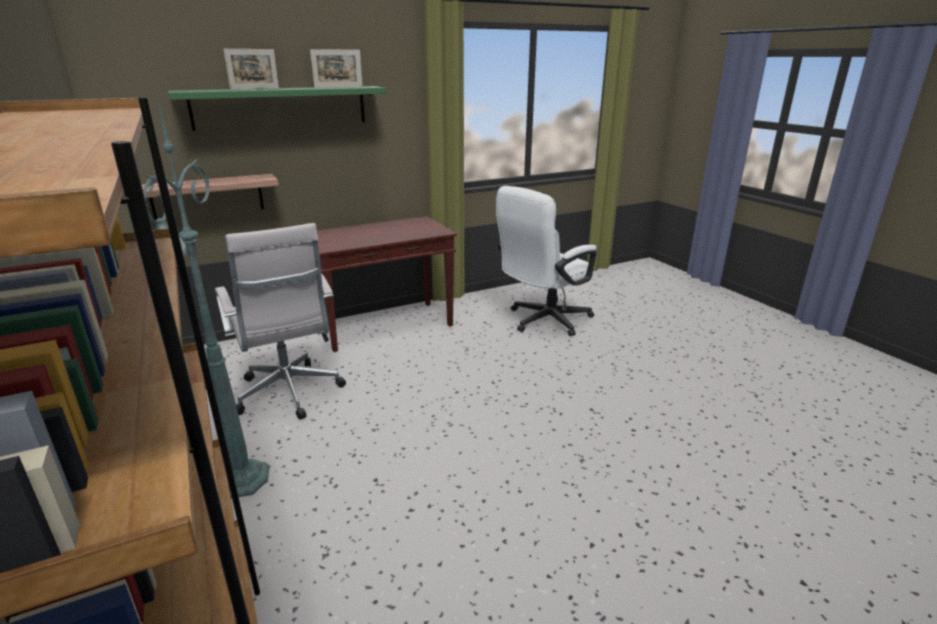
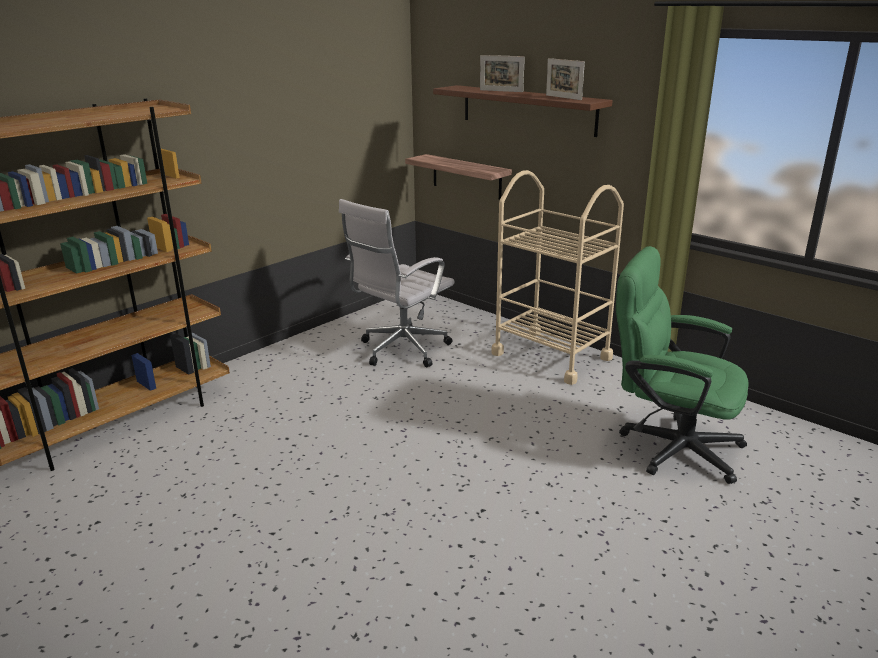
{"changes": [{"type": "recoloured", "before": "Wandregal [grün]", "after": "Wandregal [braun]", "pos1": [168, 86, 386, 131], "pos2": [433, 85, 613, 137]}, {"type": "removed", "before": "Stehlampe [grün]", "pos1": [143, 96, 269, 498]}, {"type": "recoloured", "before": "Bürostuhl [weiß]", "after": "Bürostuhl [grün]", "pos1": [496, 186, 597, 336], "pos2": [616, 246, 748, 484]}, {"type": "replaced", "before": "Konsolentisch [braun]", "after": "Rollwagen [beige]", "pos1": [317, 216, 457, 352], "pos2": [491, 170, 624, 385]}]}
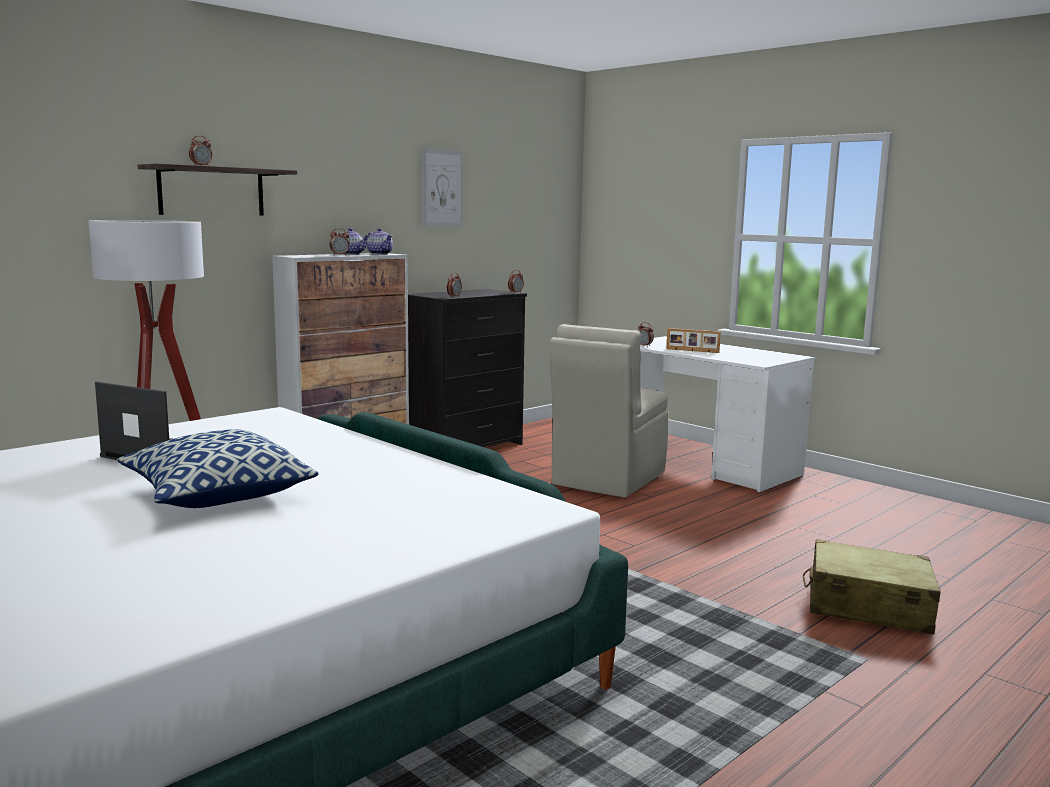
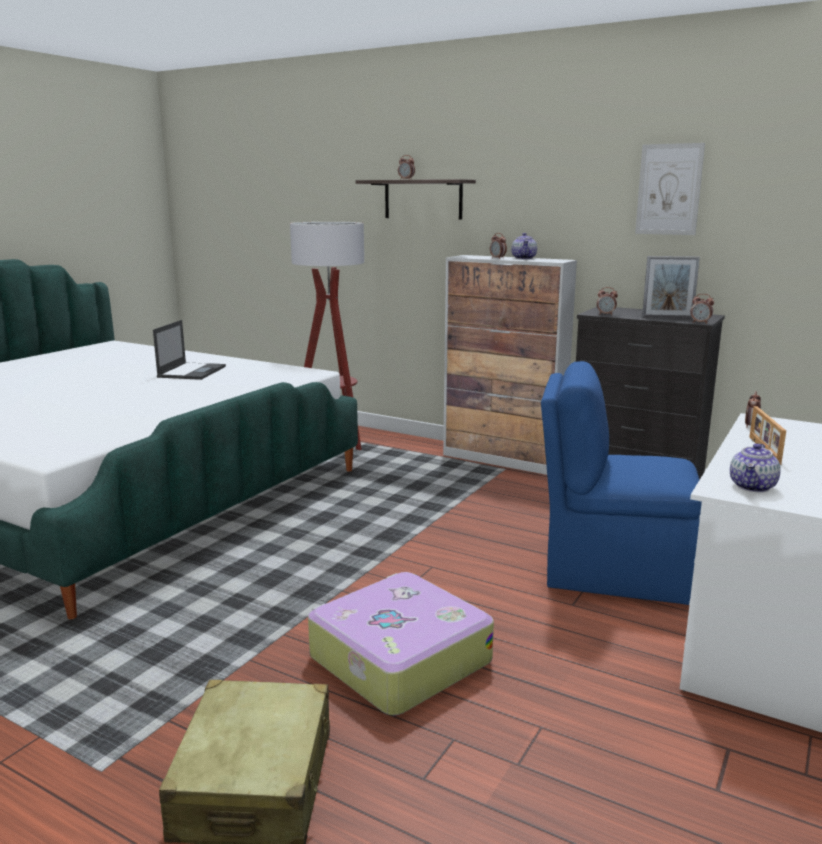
{"changes": [{"type": "moved", "before": "Teekanne", "pos1": [367, 228, 393, 254], "pos2": [730, 443, 781, 492]}, {"type": "recoloured", "before": "Stuhl [beige]", "after": "Stuhl [blau]", "pos1": [549, 324, 669, 498], "pos2": [541, 361, 702, 605]}, {"type": "removed", "before": "Kissen", "pos1": [117, 429, 319, 508]}, {"type": "added", "after": "Bilderrahmen", "pos2": [642, 256, 700, 318]}, {"type": "added", "after": "Koffer", "pos2": [308, 572, 494, 716]}]}
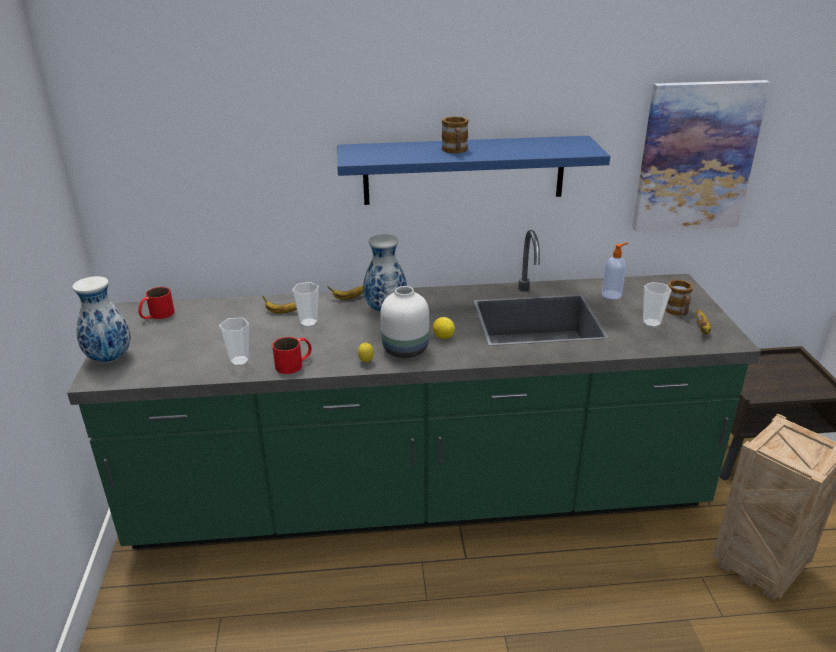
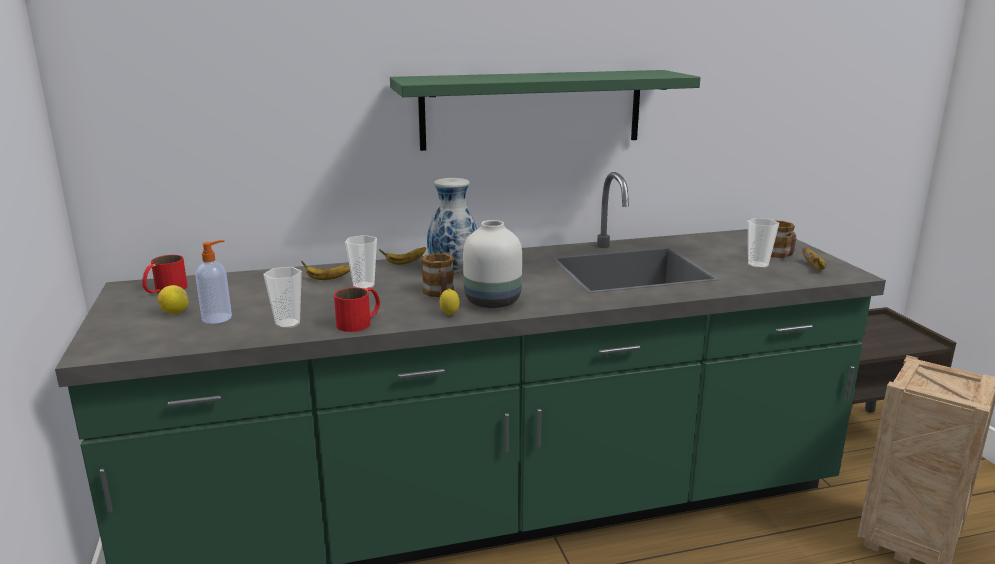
{"changes": [{"type": "removed", "before": "Bild", "pos1": [632, 80, 771, 232]}, {"type": "moved", "before": "Henkelbecher", "pos1": [442, 116, 469, 153], "pos2": [422, 253, 454, 297]}, {"type": "recoloured", "before": "Wandregal [blau]", "after": "Wandregal [grün]", "pos1": [337, 136, 610, 205], "pos2": [390, 70, 700, 151]}, {"type": "moved", "before": "Seifenspender", "pos1": [602, 243, 628, 299], "pos2": [196, 240, 232, 324]}, {"type": "removed", "before": "Vase", "pos1": [72, 276, 131, 363]}, {"type": "moved", "before": "Zitrone", "pos1": [433, 317, 455, 339], "pos2": [158, 285, 189, 314]}]}
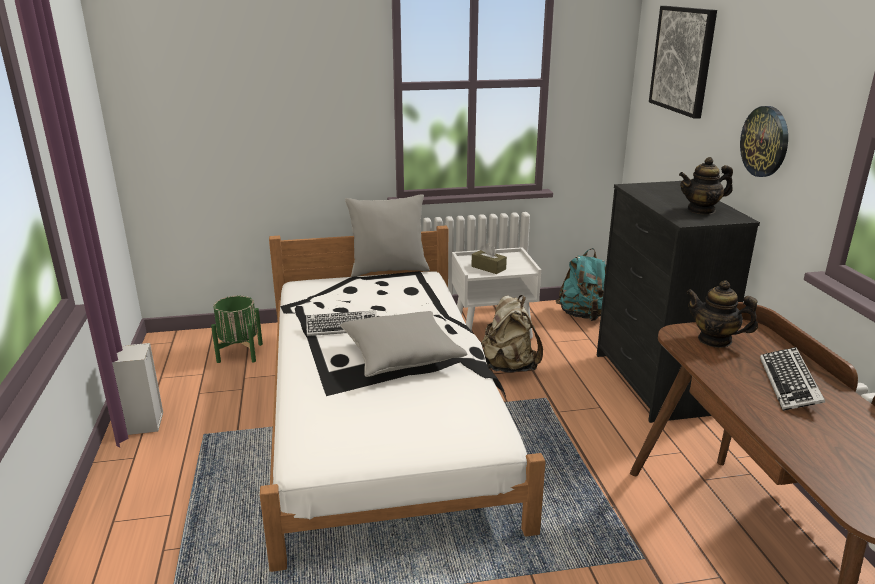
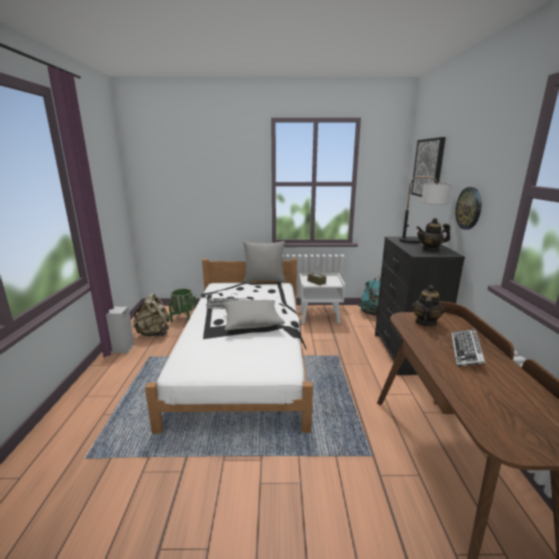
{"changes": [{"type": "turned", "before": "Teekanne", "pos1": [686, 280, 758, 348], "pos2": [412, 285, 445, 326], "turn": 75}, {"type": "moved", "before": "Rucksack [beige]", "pos1": [482, 295, 543, 372], "pos2": [132, 294, 170, 337]}, {"type": "added", "after": "Tischlampe", "pos2": [399, 176, 451, 243]}]}
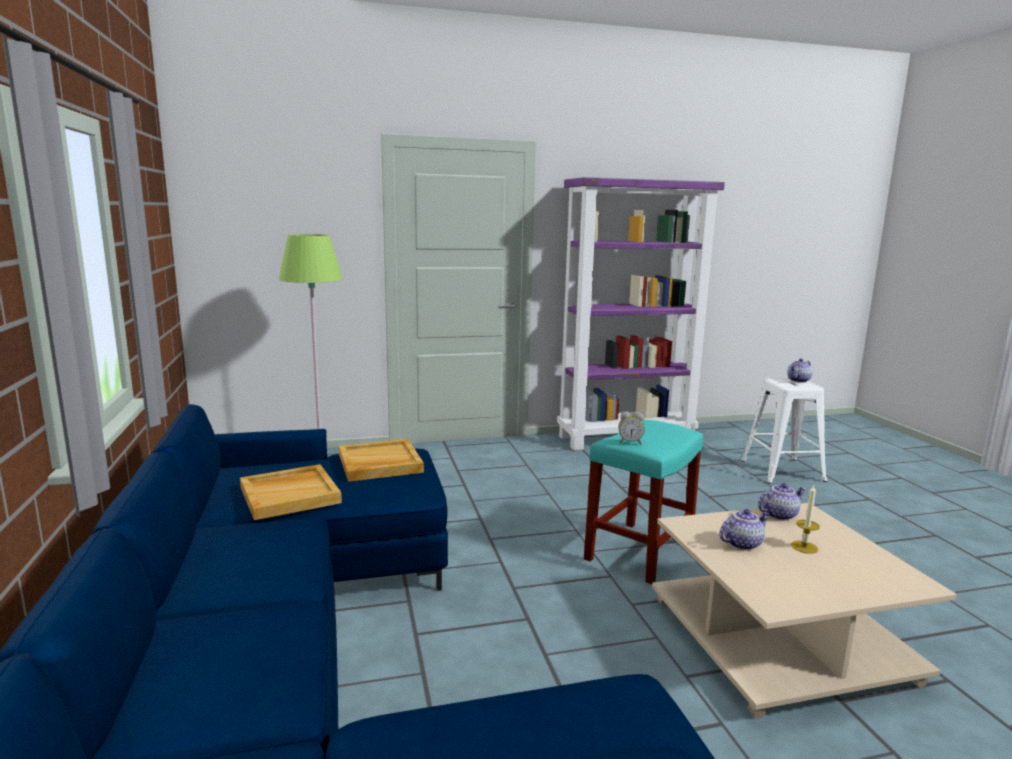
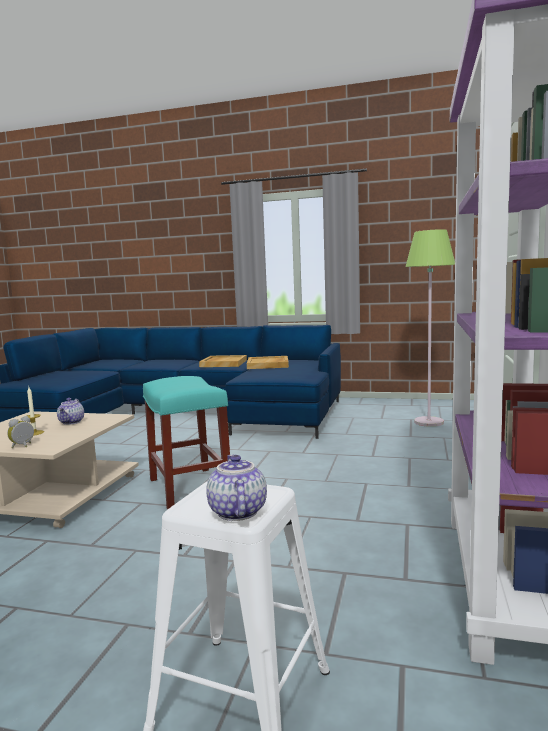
{"changes": [{"type": "moved", "before": "Wecker", "pos1": [619, 411, 645, 444], "pos2": [7, 416, 34, 448]}, {"type": "moved", "before": "Tablett [beige]", "pos1": [339, 439, 424, 482], "pos2": [199, 355, 247, 367]}, {"type": "removed", "before": "Teekanne", "pos1": [758, 483, 806, 520]}]}
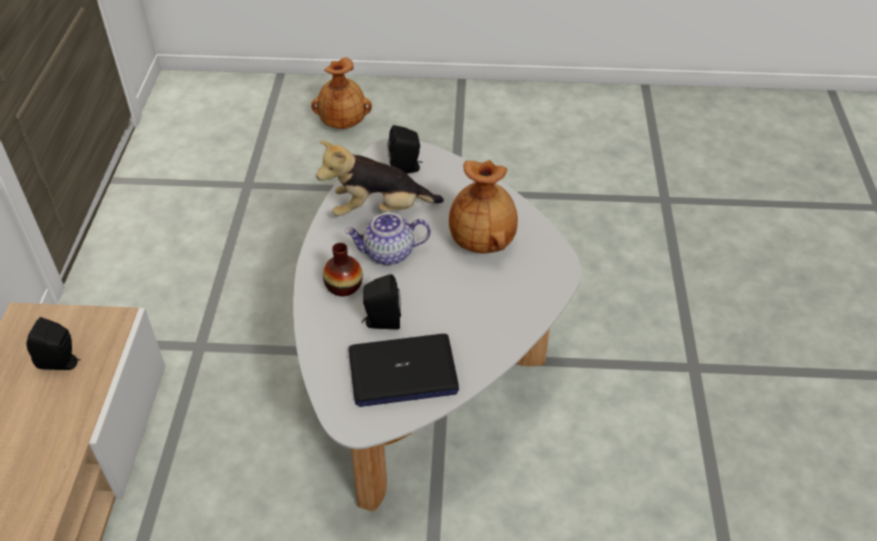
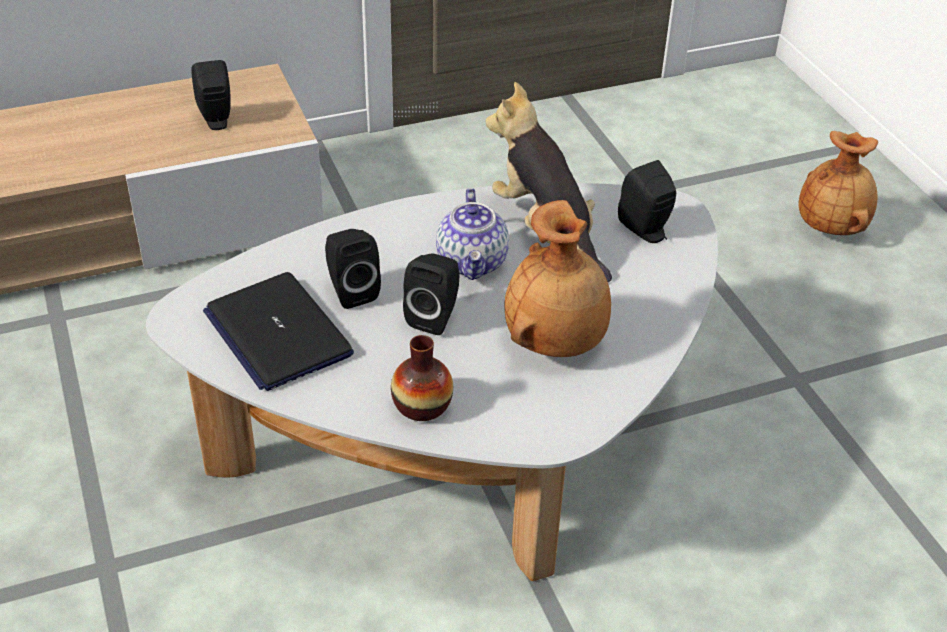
{"changes": [{"type": "turned", "before": "Teekanne", "pos1": [345, 213, 431, 265], "pos2": [436, 188, 509, 280], "turn": -150}, {"type": "moved", "before": "Vase", "pos1": [323, 243, 363, 296], "pos2": [391, 335, 453, 421]}, {"type": "added", "after": "Lautsprecher [schwarz]", "pos2": [403, 254, 460, 335]}]}
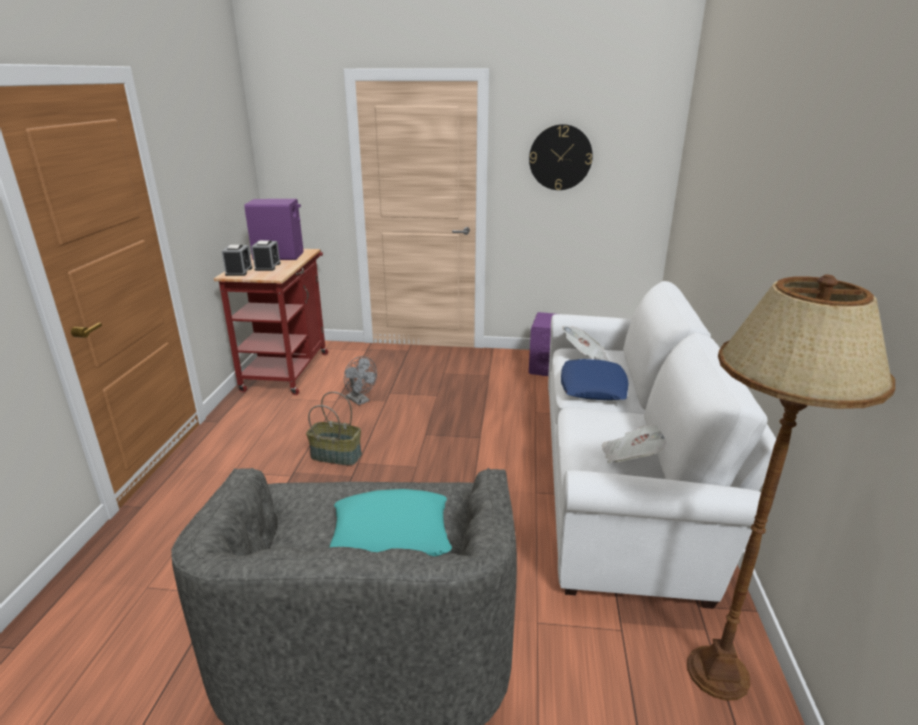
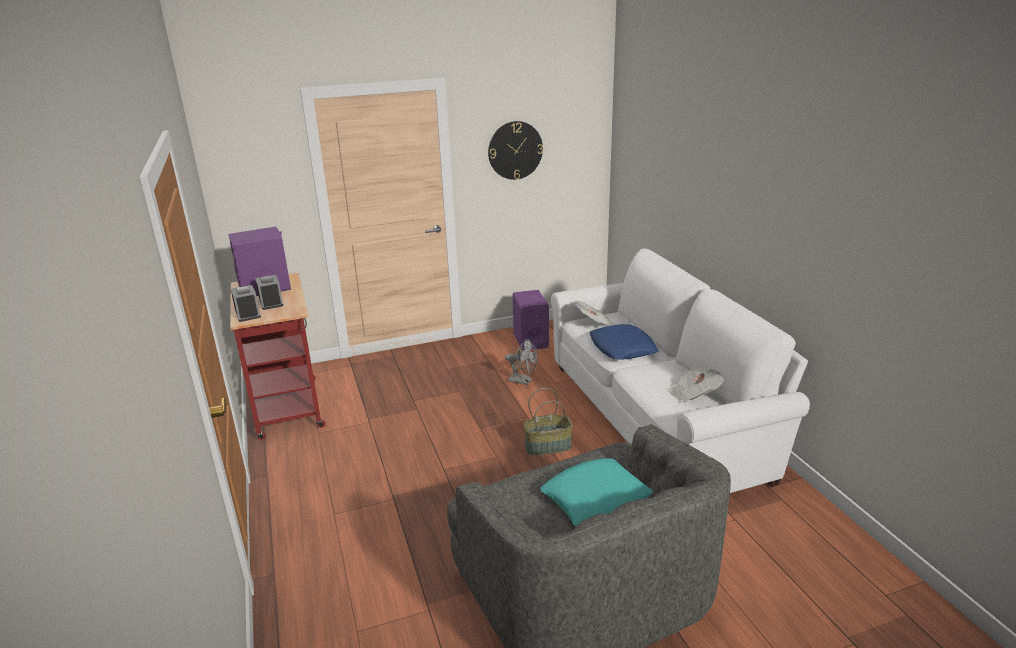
{"changes": [{"type": "removed", "before": "Stehlampe [braun]", "pos1": [687, 275, 895, 701]}, {"type": "moved", "before": "Ventilator [grau]", "pos1": [344, 356, 377, 405], "pos2": [505, 339, 538, 385]}, {"type": "moved", "before": "Korb", "pos1": [306, 392, 362, 466], "pos2": [523, 388, 573, 456]}]}
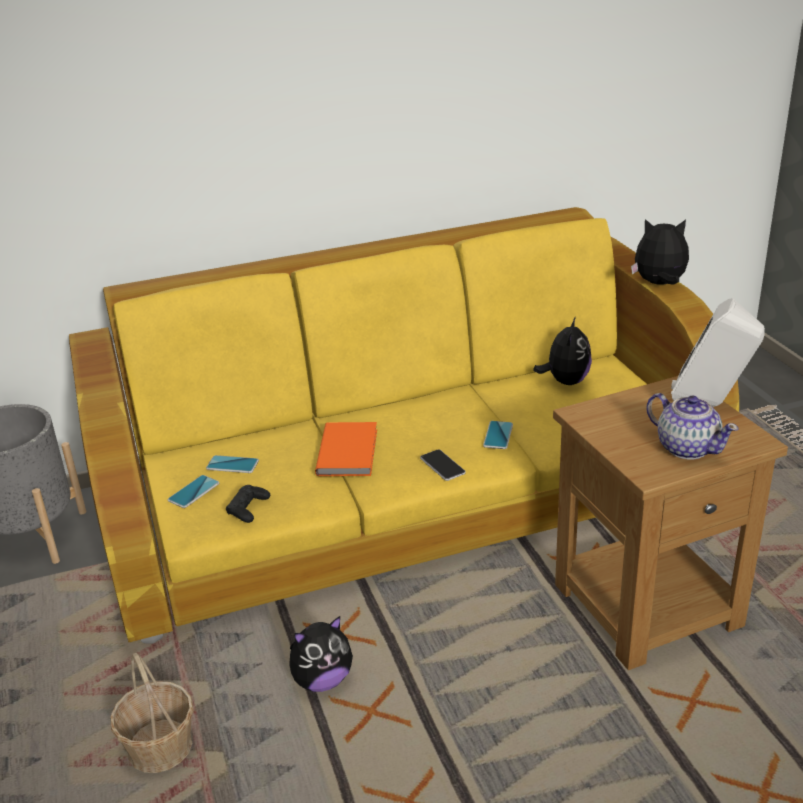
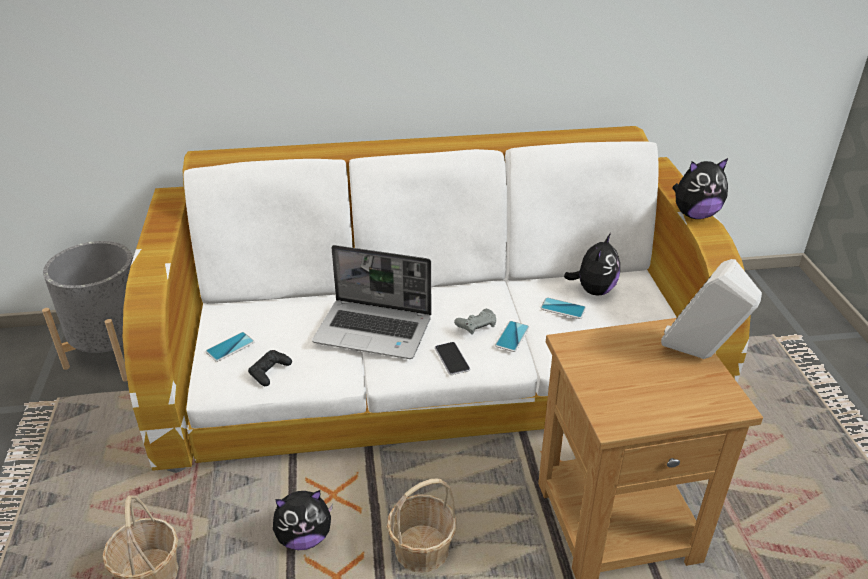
{"changes": [{"type": "recoloured", "before": "Sofa [gelb]", "after": "Sofa [weiß]", "pos1": [69, 207, 739, 644], "pos2": [123, 126, 751, 473]}, {"type": "turned", "before": "Plüschtier", "pos1": [631, 219, 689, 285], "pos2": [673, 158, 728, 219], "turn": 150}, {"type": "removed", "before": "Teekanne", "pos1": [646, 393, 739, 459]}, {"type": "replaced", "before": "Buch [orange]", "after": "Laptop", "pos1": [315, 422, 377, 476], "pos2": [312, 245, 431, 359]}, {"type": "moved", "before": "Handy", "pos1": [206, 455, 259, 473], "pos2": [540, 297, 586, 319]}, {"type": "added", "after": "Gamepad [grau]", "pos2": [454, 309, 496, 335]}, {"type": "added", "after": "Korb", "pos2": [387, 478, 457, 573]}]}
